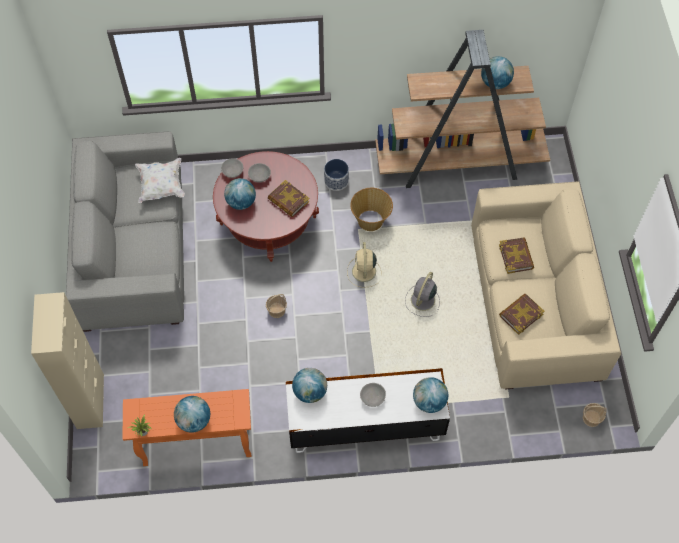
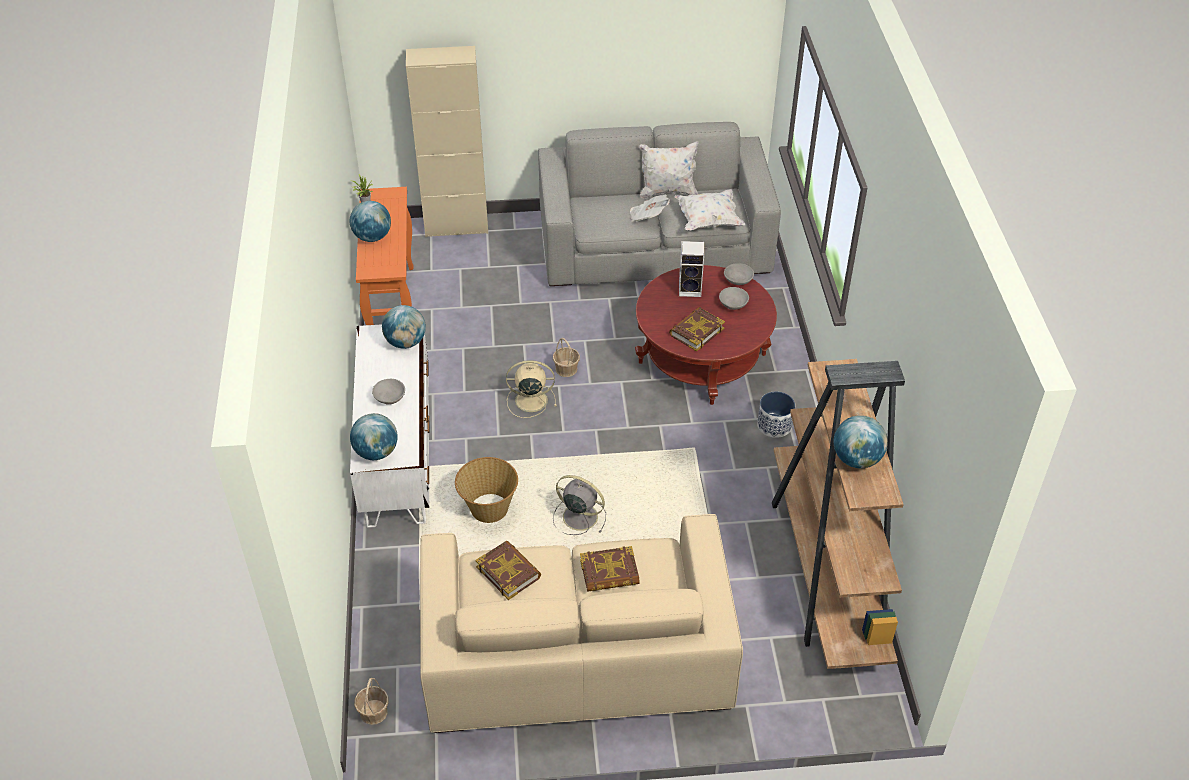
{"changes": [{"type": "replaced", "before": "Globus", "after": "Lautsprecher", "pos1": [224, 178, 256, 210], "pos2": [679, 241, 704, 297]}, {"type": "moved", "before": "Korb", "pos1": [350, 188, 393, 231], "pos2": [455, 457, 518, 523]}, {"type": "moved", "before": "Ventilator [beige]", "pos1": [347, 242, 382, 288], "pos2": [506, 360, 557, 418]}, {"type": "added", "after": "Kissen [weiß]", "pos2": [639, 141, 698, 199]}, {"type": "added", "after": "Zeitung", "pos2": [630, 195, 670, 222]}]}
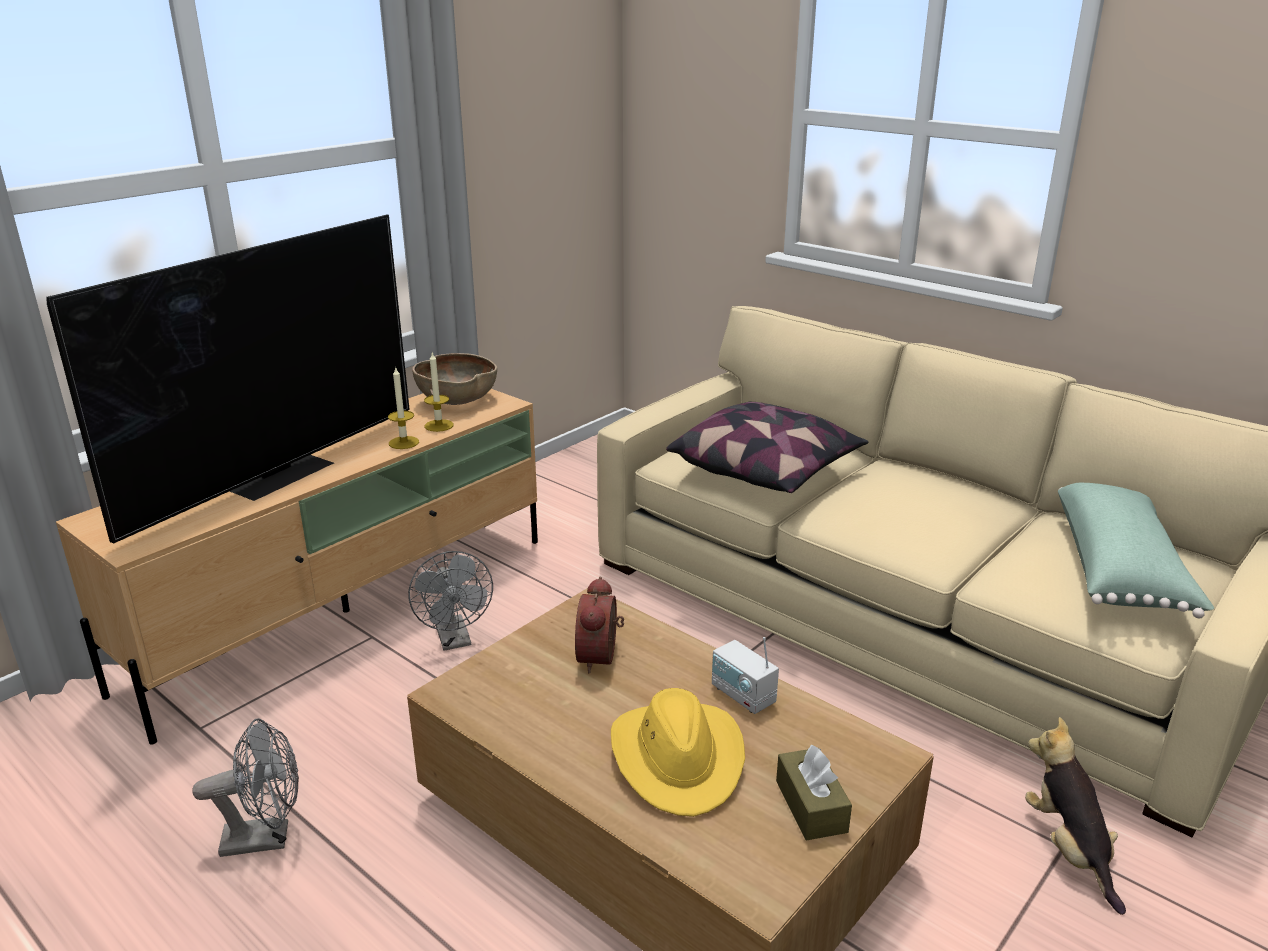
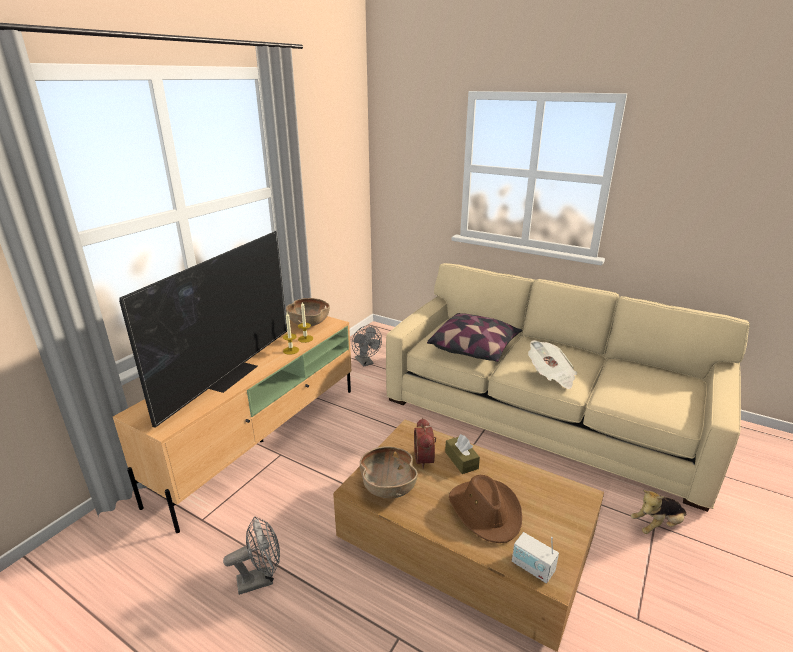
{"changes": [{"type": "removed", "before": "Kissen [grün]", "pos1": [1058, 483, 1214, 618]}, {"type": "moved", "before": "Ventilator [grau]", "pos1": [408, 551, 493, 651], "pos2": [352, 325, 382, 366]}, {"type": "moved", "before": "Radio", "pos1": [712, 637, 779, 714], "pos2": [512, 532, 559, 583]}, {"type": "recoloured", "before": "Hut [gelb]", "after": "Hut [braun]", "pos1": [611, 688, 745, 817], "pos2": [449, 475, 522, 543]}, {"type": "turned", "before": "Plüschtier", "pos1": [1025, 717, 1126, 915], "pos2": [631, 490, 686, 534], "turn": -90}, {"type": "moved", "before": "Taschentuchbox [braun]", "pos1": [776, 744, 852, 840], "pos2": [445, 434, 480, 474]}, {"type": "added", "after": "Zeitung", "pos2": [528, 340, 577, 389]}, {"type": "added", "after": "Schüssel [braun]", "pos2": [360, 446, 418, 498]}]}
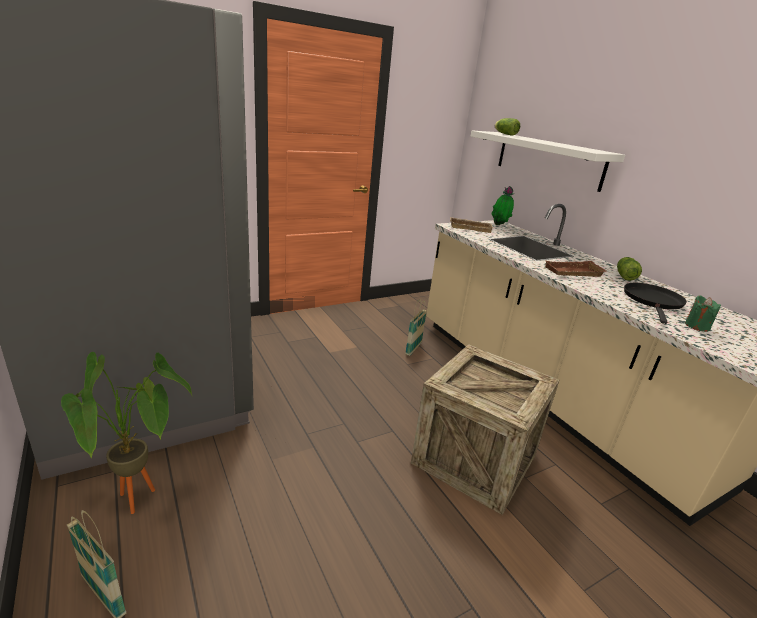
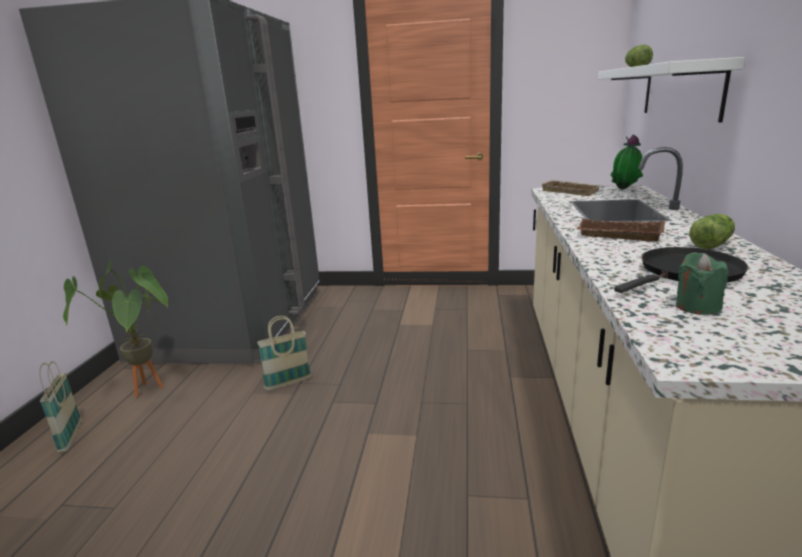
{"changes": [{"type": "moved", "before": "Korb", "pos1": [405, 300, 427, 356], "pos2": [257, 316, 311, 391]}, {"type": "removed", "before": "Kiste", "pos1": [411, 344, 559, 515]}]}
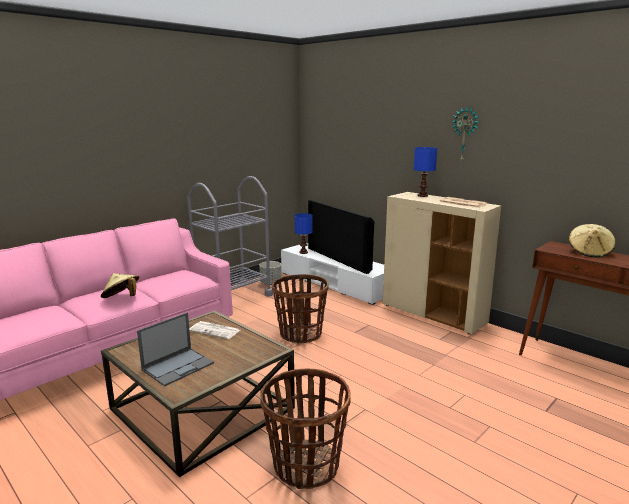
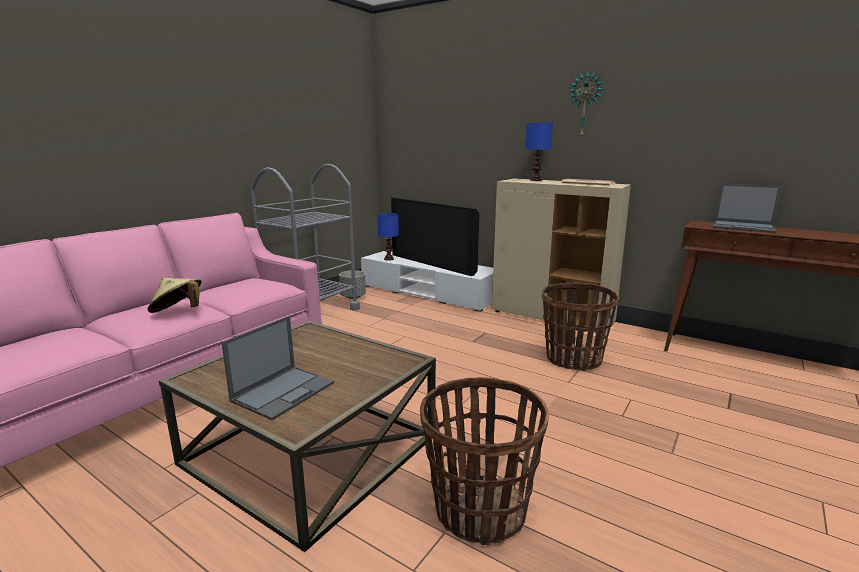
{"changes": [{"type": "replaced", "before": "Hut [beige]", "after": "Laptop", "pos1": [568, 224, 616, 258], "pos2": [713, 184, 782, 233]}, {"type": "moved", "before": "Korb", "pos1": [272, 274, 328, 343], "pos2": [542, 283, 619, 371]}, {"type": "removed", "before": "Zeitung", "pos1": [189, 321, 240, 339]}]}
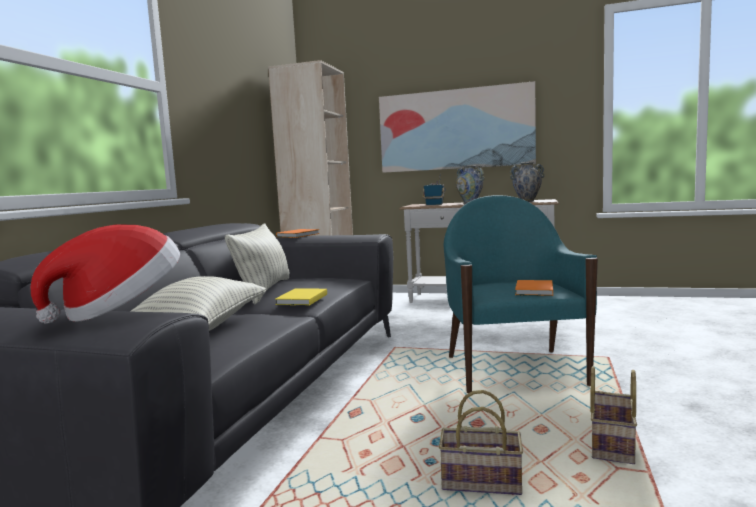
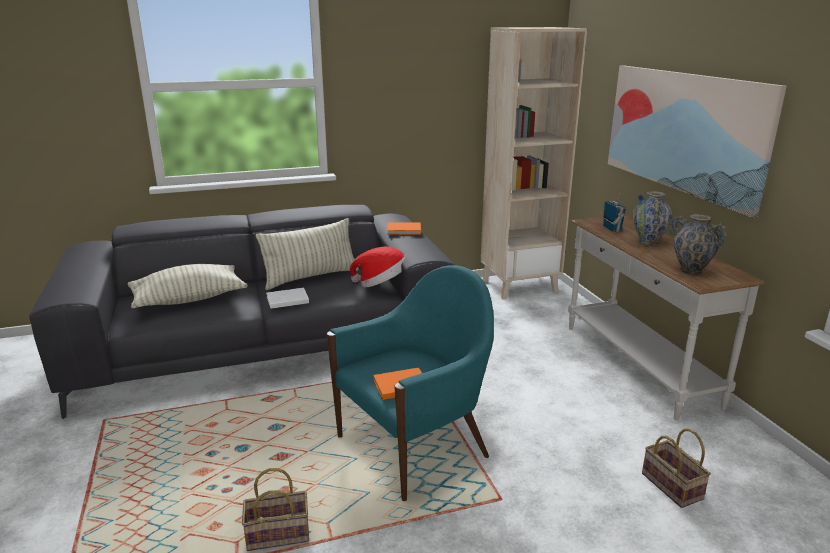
{"changes": [{"type": "moved", "before": "Hut", "pos1": [30, 225, 180, 324], "pos2": [350, 247, 405, 287]}, {"type": "recoloured", "before": "Buch [gelb]", "after": "Buch [weiß]", "pos1": [275, 288, 327, 305], "pos2": [266, 288, 309, 309]}, {"type": "moved", "before": "Korb", "pos1": [439, 390, 523, 495], "pos2": [642, 429, 711, 508]}]}
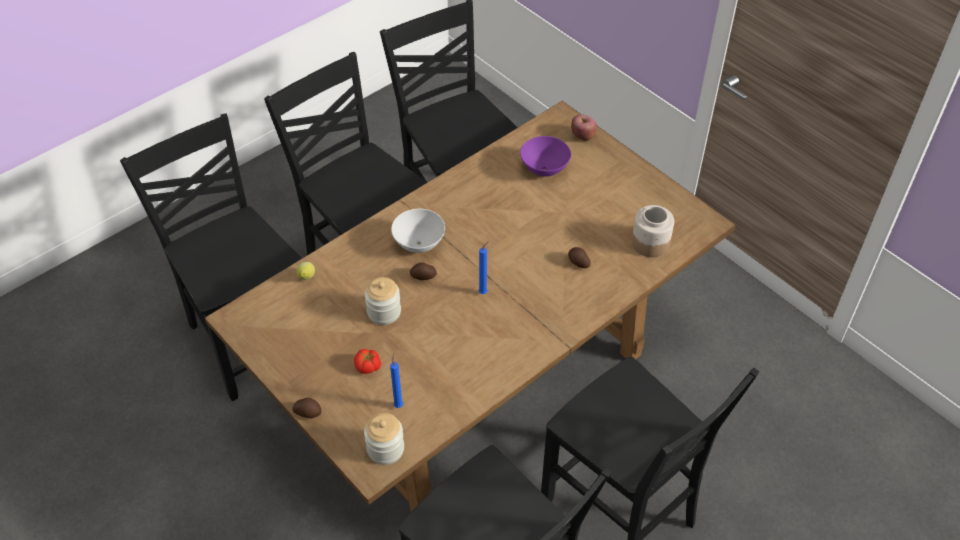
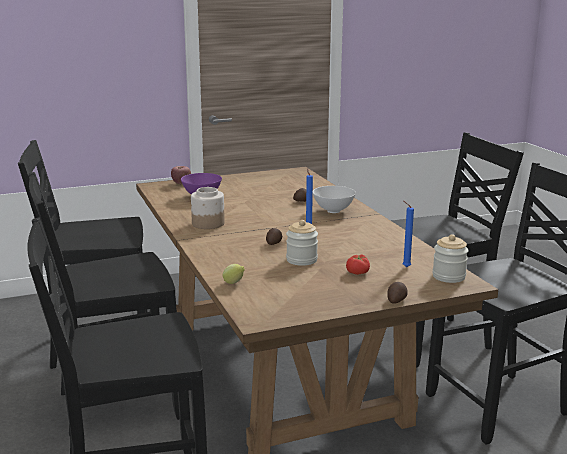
{"changes": [{"type": "moved", "before": "Vorratsglas", "pos1": [632, 205, 674, 257], "pos2": [191, 187, 225, 229]}, {"type": "moved", "before": "Schüssel [weiß]", "pos1": [391, 209, 445, 253], "pos2": [313, 186, 356, 213]}]}
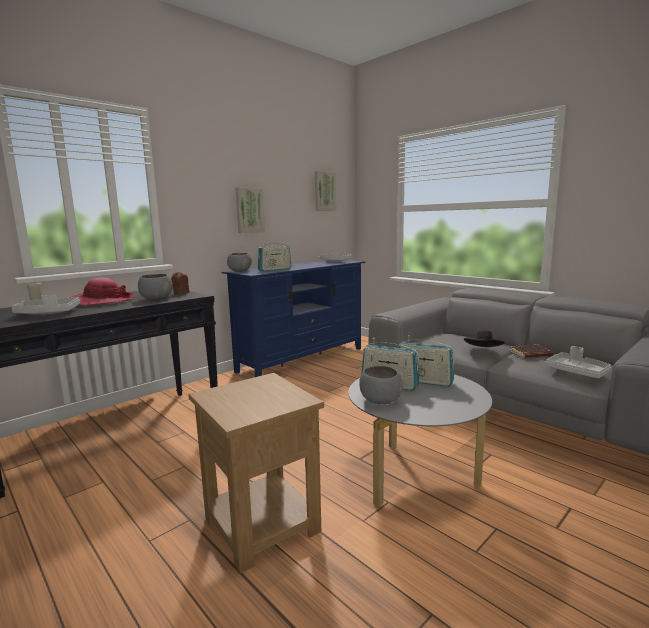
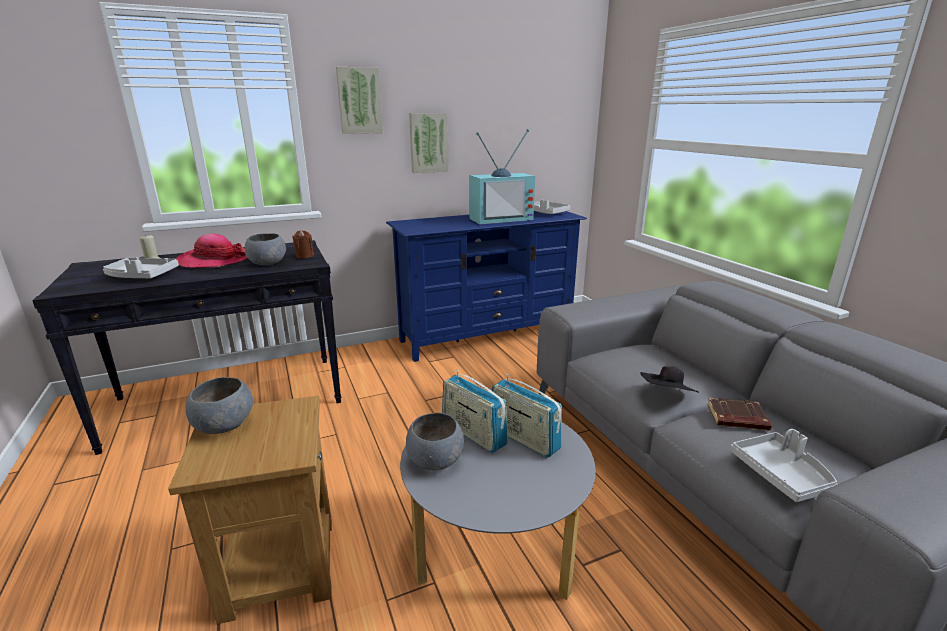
{"changes": [{"type": "moved", "before": "Bild", "pos1": [315, 171, 336, 211], "pos2": [336, 67, 383, 134]}, {"type": "removed", "before": "Radio", "pos1": [258, 241, 292, 271]}, {"type": "moved", "before": "Schüssel [grau]", "pos1": [227, 253, 252, 272], "pos2": [185, 377, 253, 434]}, {"type": "added", "after": "Fernseher", "pos2": [469, 129, 535, 224]}]}
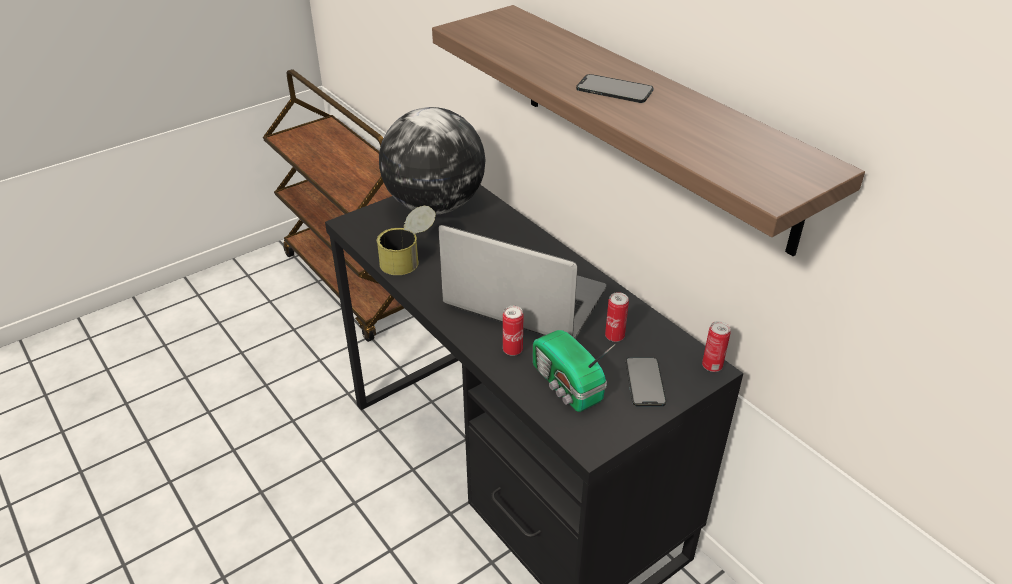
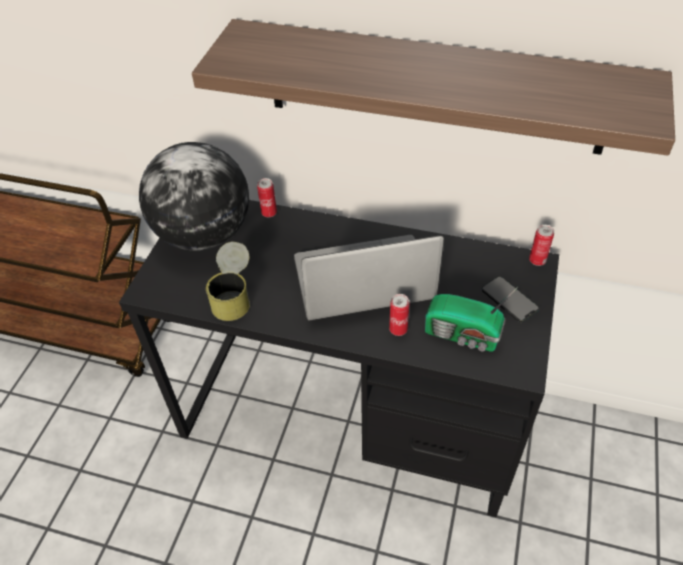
{"changes": [{"type": "removed", "before": "Handy", "pos1": [576, 74, 654, 103]}, {"type": "moved", "before": "Dose", "pos1": [605, 292, 629, 342], "pos2": [257, 178, 277, 217]}]}
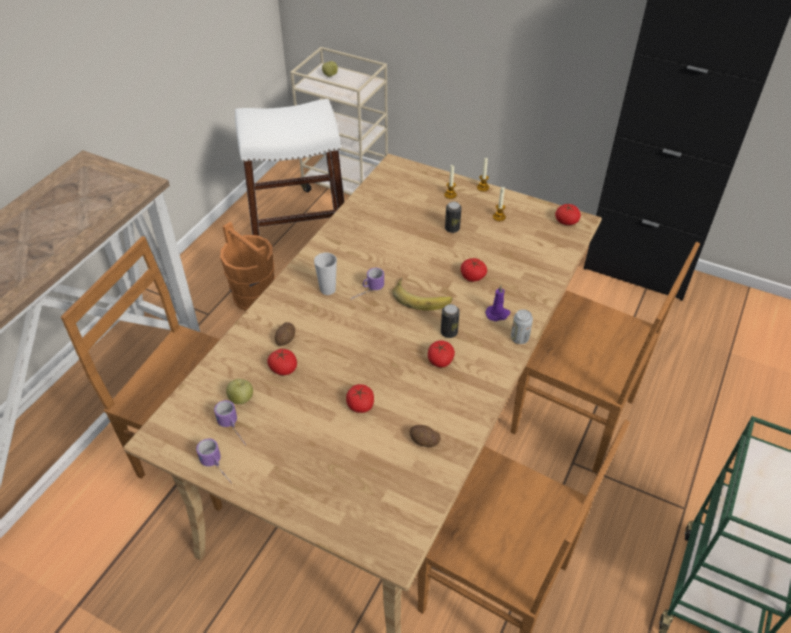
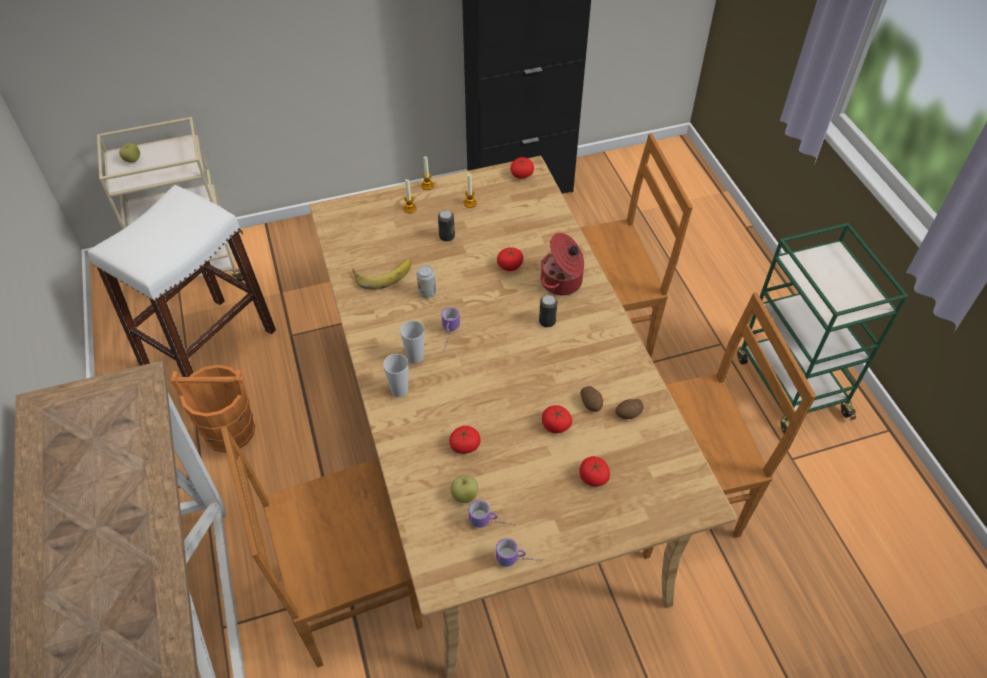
{"changes": [{"type": "moved", "before": "Banane", "pos1": [392, 277, 452, 311], "pos2": [352, 258, 411, 290]}, {"type": "replaced", "before": "Kerze [lila]", "after": "Kochtopf", "pos1": [485, 285, 510, 321], "pos2": [541, 233, 584, 295]}, {"type": "moved", "before": "Dose", "pos1": [511, 309, 533, 344], "pos2": [417, 265, 436, 298]}, {"type": "moved", "before": "Kartoffel", "pos1": [275, 322, 295, 346], "pos2": [580, 386, 603, 412]}, {"type": "moved", "before": "Tomate", "pos1": [428, 340, 455, 367], "pos2": [579, 456, 610, 486]}, {"type": "added", "after": "Tasse", "pos2": [383, 353, 408, 397]}]}
